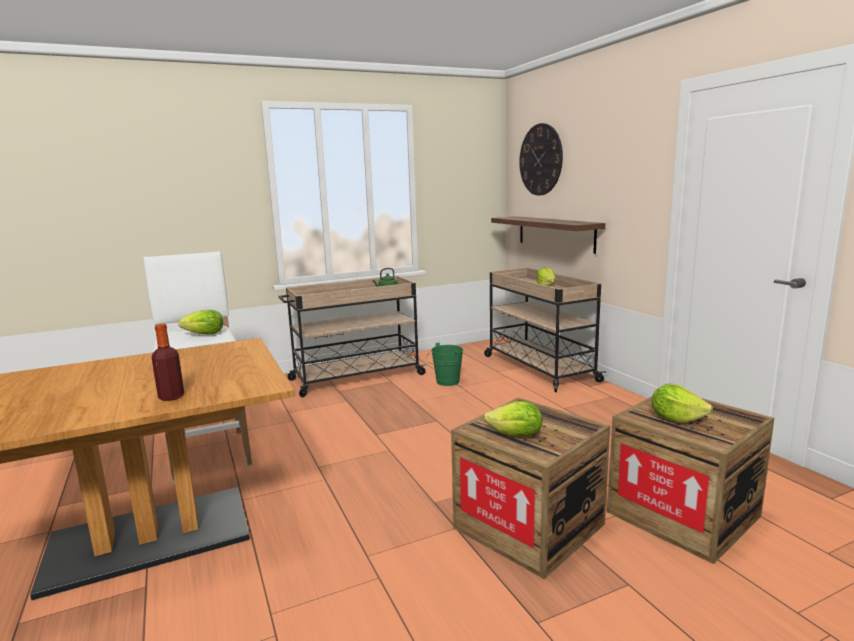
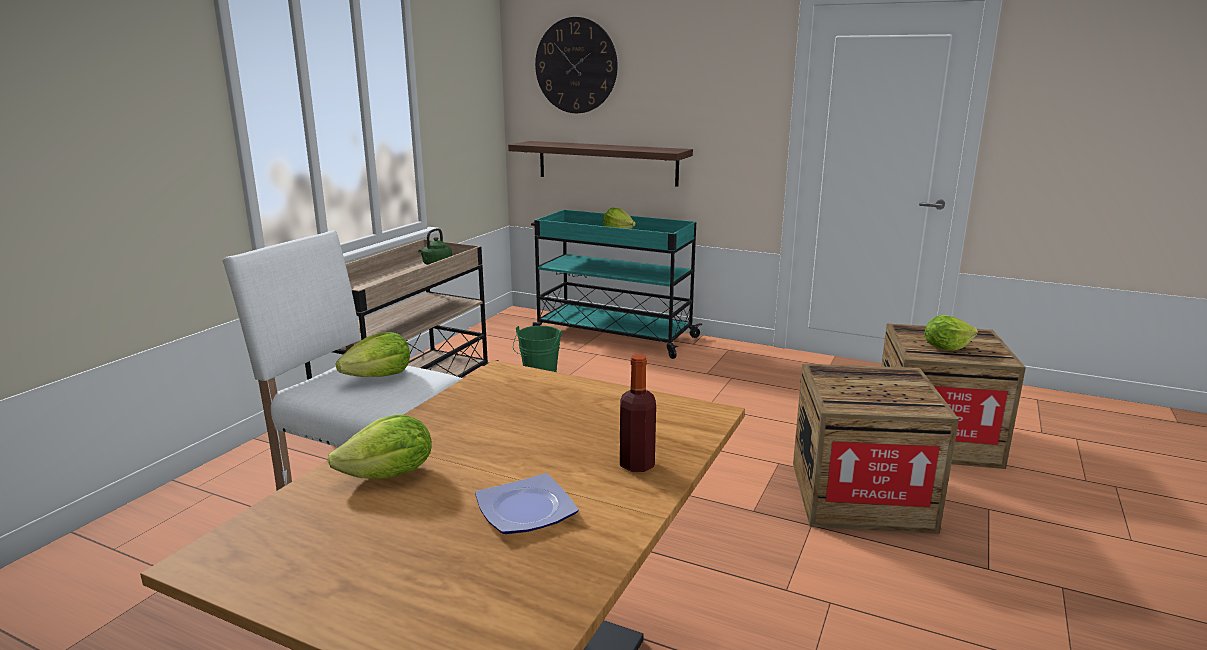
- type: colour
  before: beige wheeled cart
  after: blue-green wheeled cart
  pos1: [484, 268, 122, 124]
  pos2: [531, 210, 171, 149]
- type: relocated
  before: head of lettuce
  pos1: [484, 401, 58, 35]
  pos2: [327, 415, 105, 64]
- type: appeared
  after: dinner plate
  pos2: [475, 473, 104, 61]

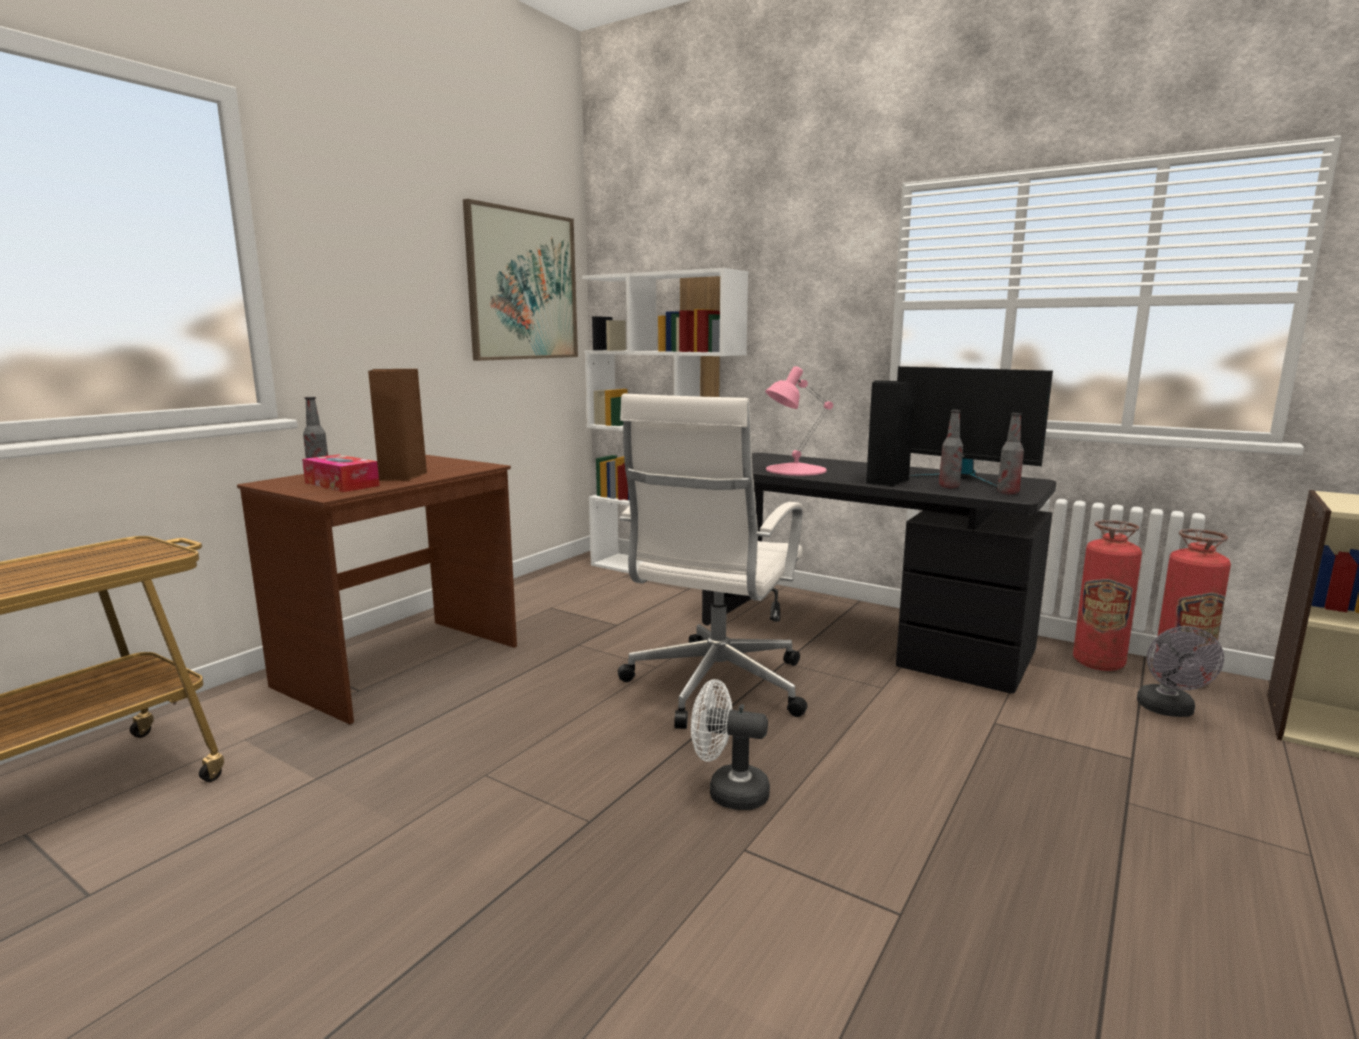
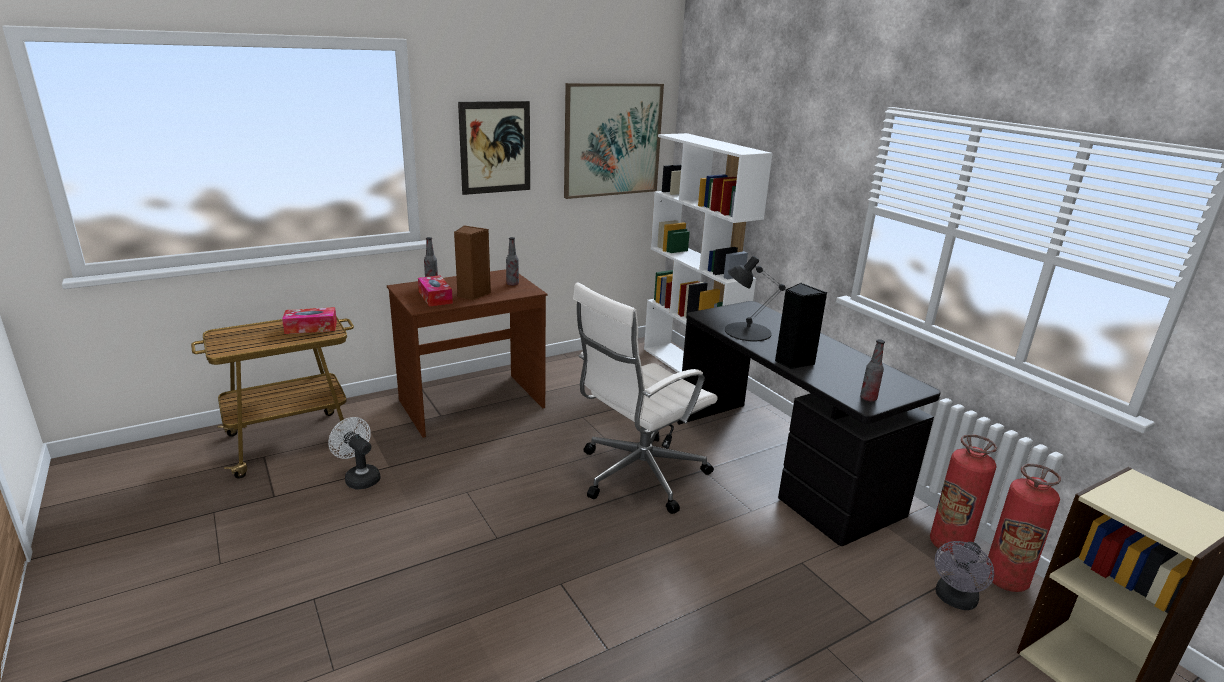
- type: relocated
  before: white electric fan
  pos1: [691, 679, 79, 131]
  pos2: [328, 417, 53, 72]
- type: colour
  before: pinkish lamp for a table
  after: black lamp for a table
  pos1: [765, 366, 68, 110]
  pos2: [725, 256, 61, 85]
- type: missing
  before: monitor
  pos1: [897, 366, 156, 122]
- type: relocated
  before: beverage bottle
  pos1: [939, 410, 24, 78]
  pos2: [506, 237, 13, 49]
- type: appeared
  after: tissue holder
  pos2: [282, 307, 55, 27]
- type: appeared
  after: wall picture
  pos2: [458, 101, 72, 94]

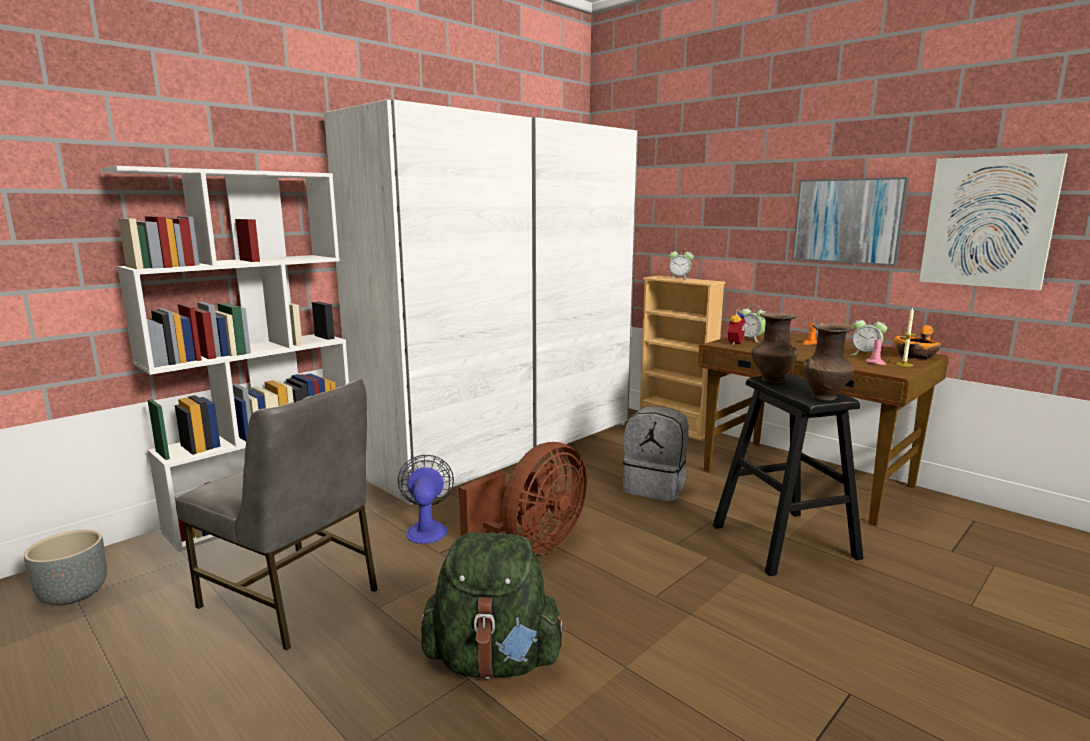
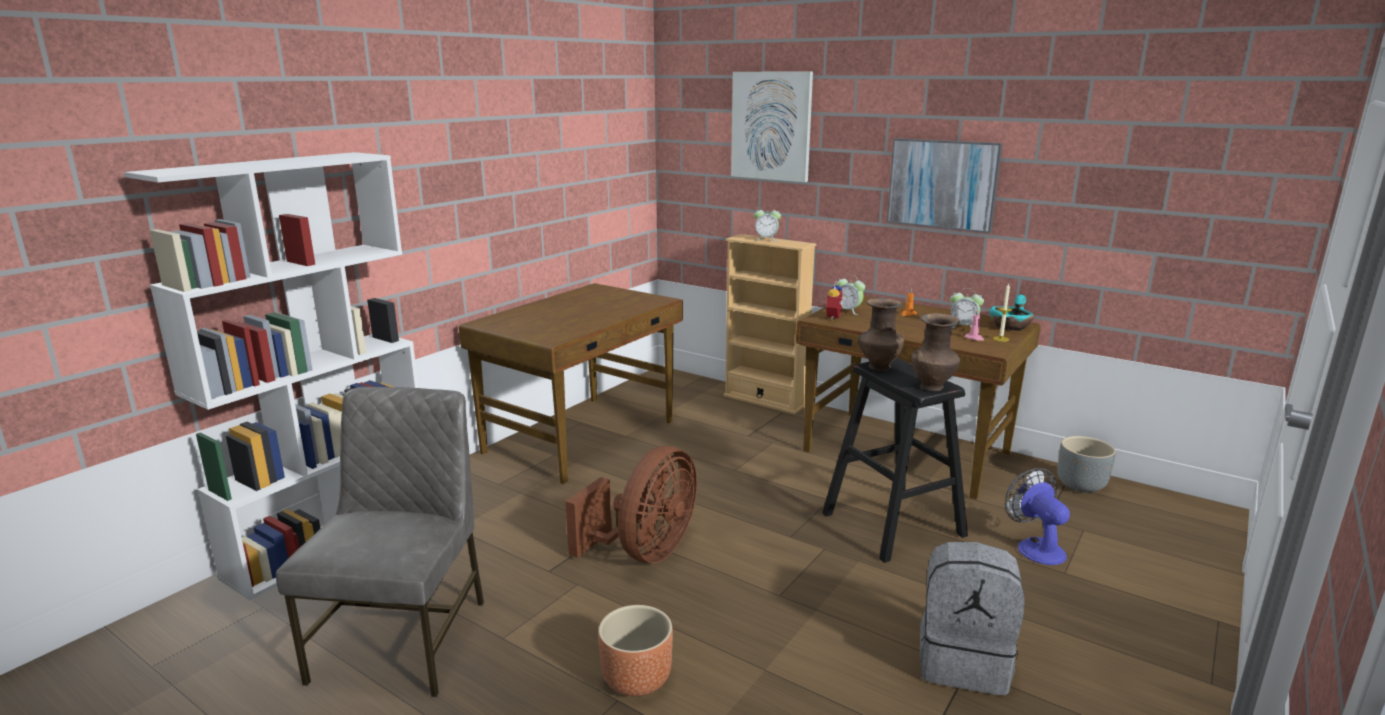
- type: relocated
  before: gray plant pot
  pos1: [24, 530, 83, 75]
  pos2: [1057, 436, 59, 56]
- type: spun
  before: gray plain chair
  pos1: [176, 378, 202, 272]
  pos2: [276, 387, 208, 310]
  turn: -105
- type: exchanged
  before: white wardrobe
  after: brown-coloured desk table
  pos1: [324, 99, 314, 406]
  pos2: [459, 283, 224, 201]
- type: relocated
  before: electric fan
  pos1: [398, 455, 56, 89]
  pos2: [1005, 468, 65, 97]
- type: exchanged
  before: greenish rucksack
  after: brown-coloured plant pot
  pos1: [421, 533, 145, 146]
  pos2: [598, 605, 75, 92]
- type: relocated
  before: gray rucksack
  pos1: [623, 406, 66, 96]
  pos2: [920, 542, 105, 154]
- type: colour
  before: orange serving bowl
  after: blue-green serving bowl
  pos1: [894, 325, 47, 34]
  pos2: [990, 294, 44, 37]
- type: relocated
  before: wall picture
  pos1: [919, 153, 149, 138]
  pos2: [731, 72, 82, 110]

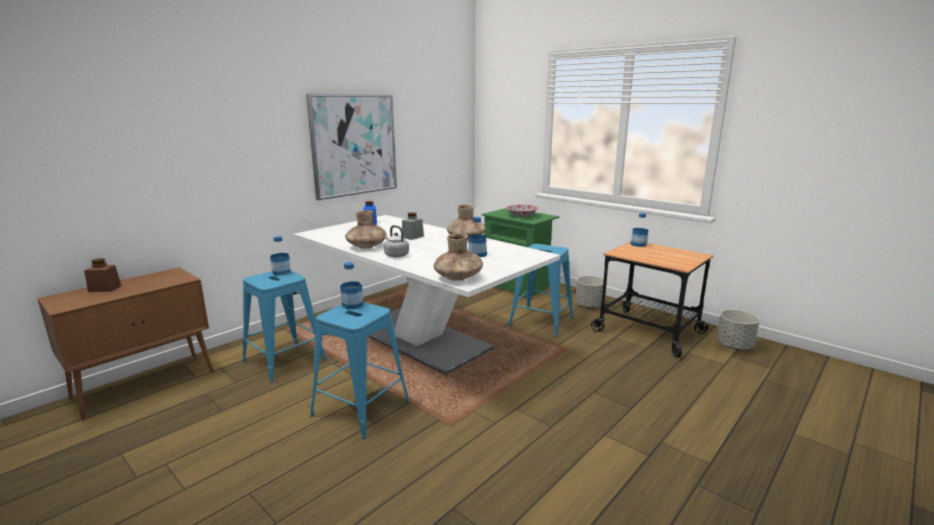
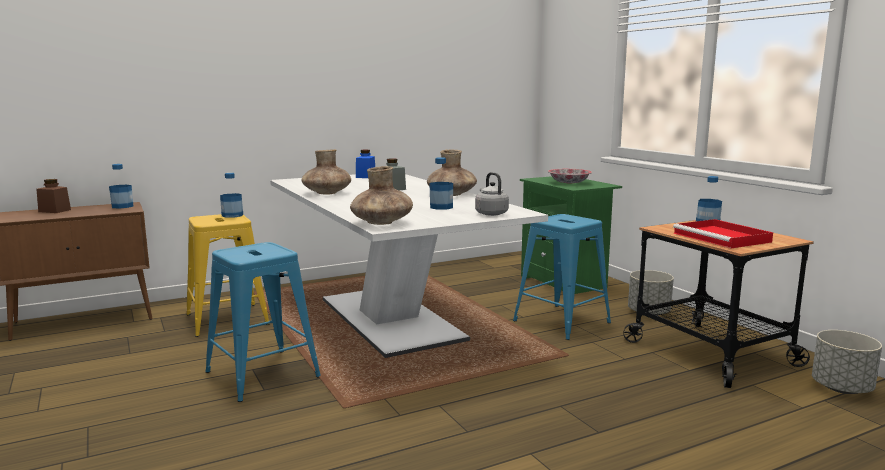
- type: colour
  before: blue stool seat
  after: yellow-coloured stool seat
  pos1: [243, 271, 83, 111]
  pos2: [186, 214, 84, 123]
- type: missing
  before: wall picture
  pos1: [306, 94, 91, 106]
- type: relocated
  before: beverage bottle
  pos1: [340, 262, 24, 47]
  pos2: [109, 164, 24, 45]
- type: relocated
  before: gray water kettle
  pos1: [384, 225, 25, 32]
  pos2: [475, 172, 34, 44]
- type: appeared
  after: red carrying tray
  pos2: [673, 219, 100, 30]

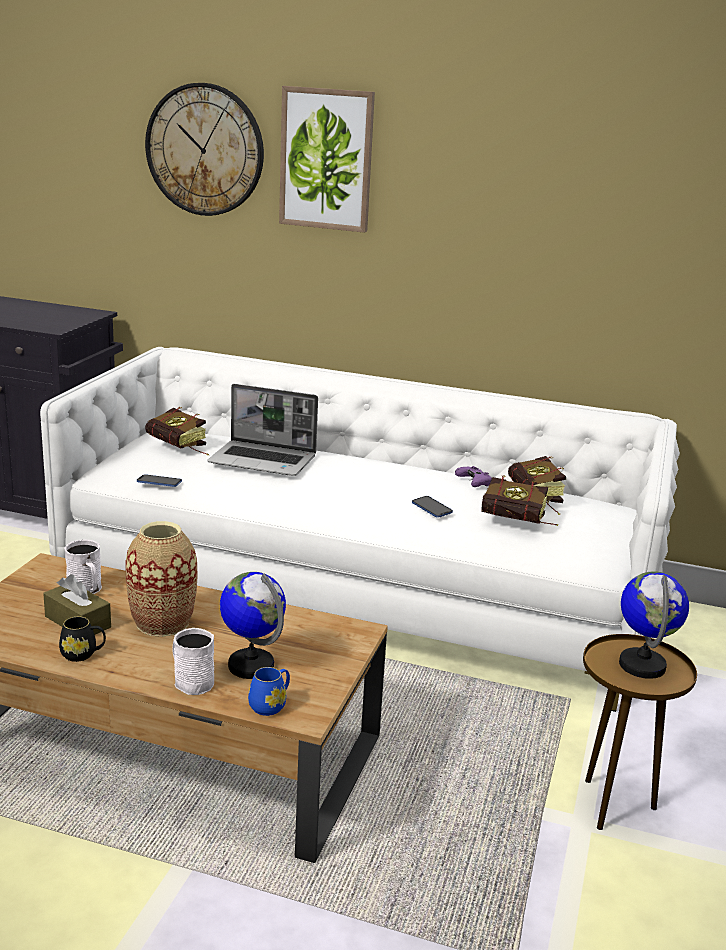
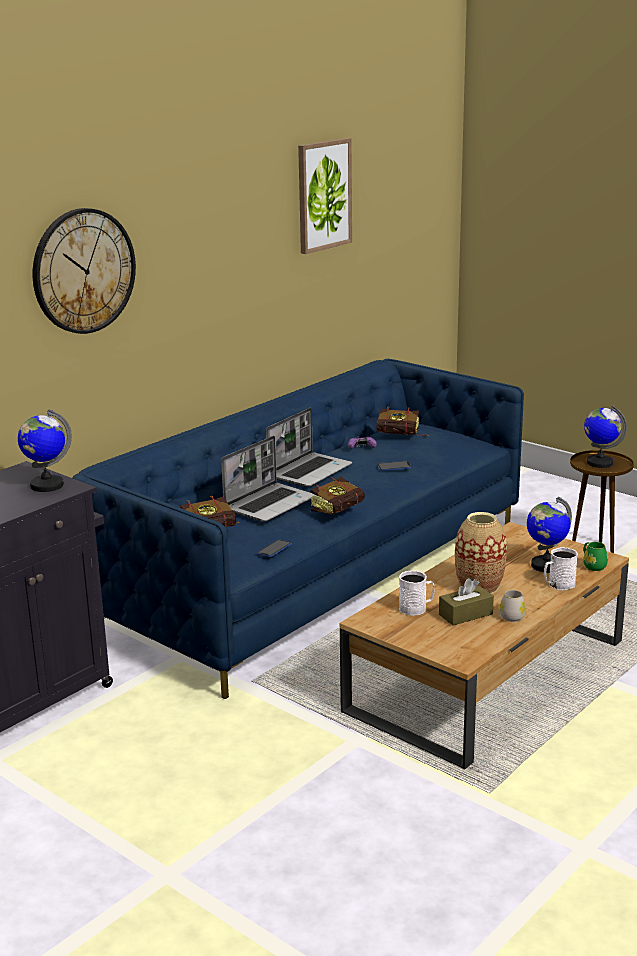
- type: colour
  before: white settee
  after: blue settee
  pos1: [40, 347, 640, 365]
  pos2: [72, 359, 452, 340]
- type: colour
  before: black coffee mug
  after: white coffee mug
  pos1: [59, 617, 47, 45]
  pos2: [500, 590, 26, 32]
- type: colour
  before: blue coffee mug
  after: greenish coffee mug
  pos1: [248, 667, 42, 49]
  pos2: [583, 542, 25, 29]
- type: relocated
  before: wall picture
  pos1: [279, 86, 96, 147]
  pos2: [298, 138, 54, 116]
- type: relocated
  before: bound book
  pos1: [481, 475, 77, 51]
  pos2: [310, 477, 55, 38]
- type: appeared
  after: desk globe
  pos2: [18, 409, 54, 83]
- type: appeared
  after: notebook computer
  pos2: [266, 407, 86, 80]

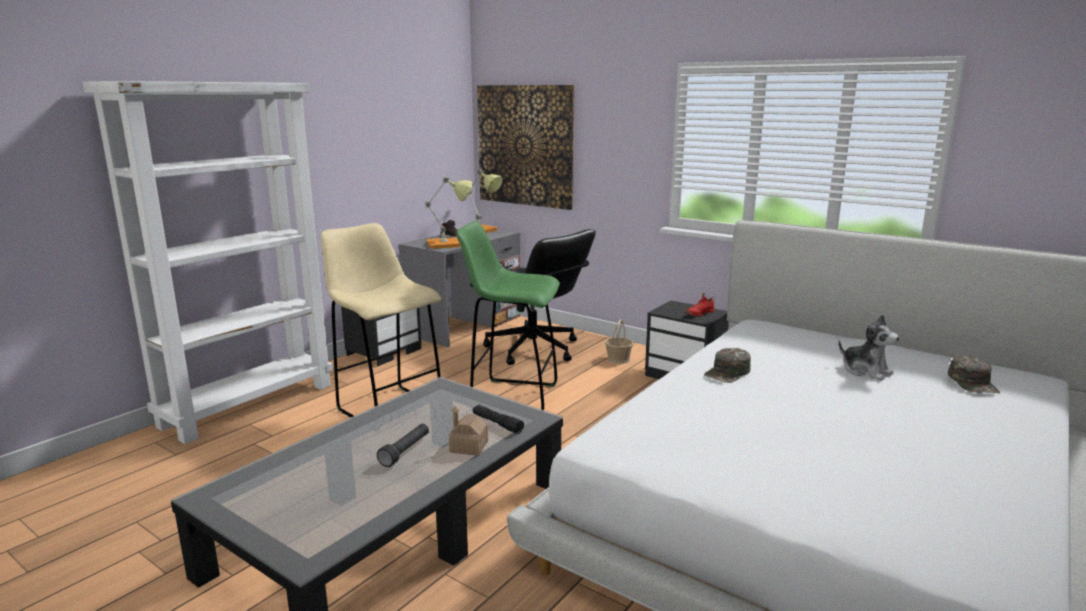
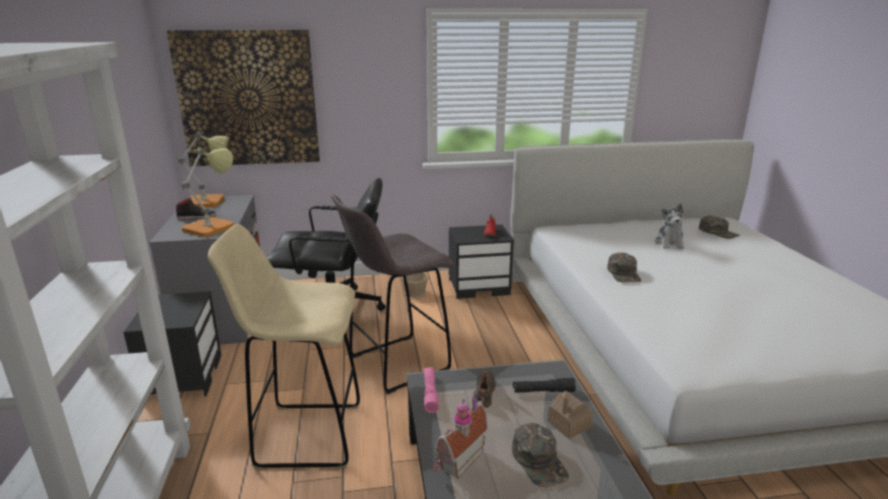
- type: exchanged
  before: black torch
  after: greenish cap
  pos1: [377, 424, 52, 43]
  pos2: [512, 423, 57, 64]
- type: colour
  before: greenish stool seat
  after: gray stool seat
  pos1: [456, 221, 104, 189]
  pos2: [331, 194, 124, 200]
- type: spun
  before: soft toy
  pos1: [838, 314, 61, 67]
  pos2: [655, 203, 29, 46]
  turn: 90
- type: appeared
  after: pinkish torch
  pos2: [424, 367, 15, 46]
- type: appeared
  after: miniature house
  pos2: [433, 391, 55, 88]
- type: appeared
  after: black item of footwear
  pos2: [476, 369, 20, 39]

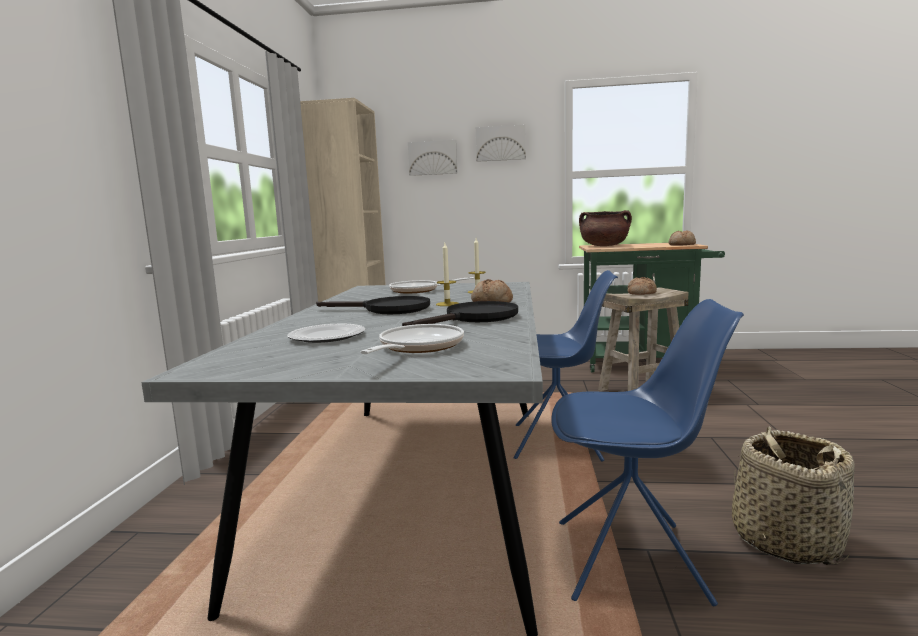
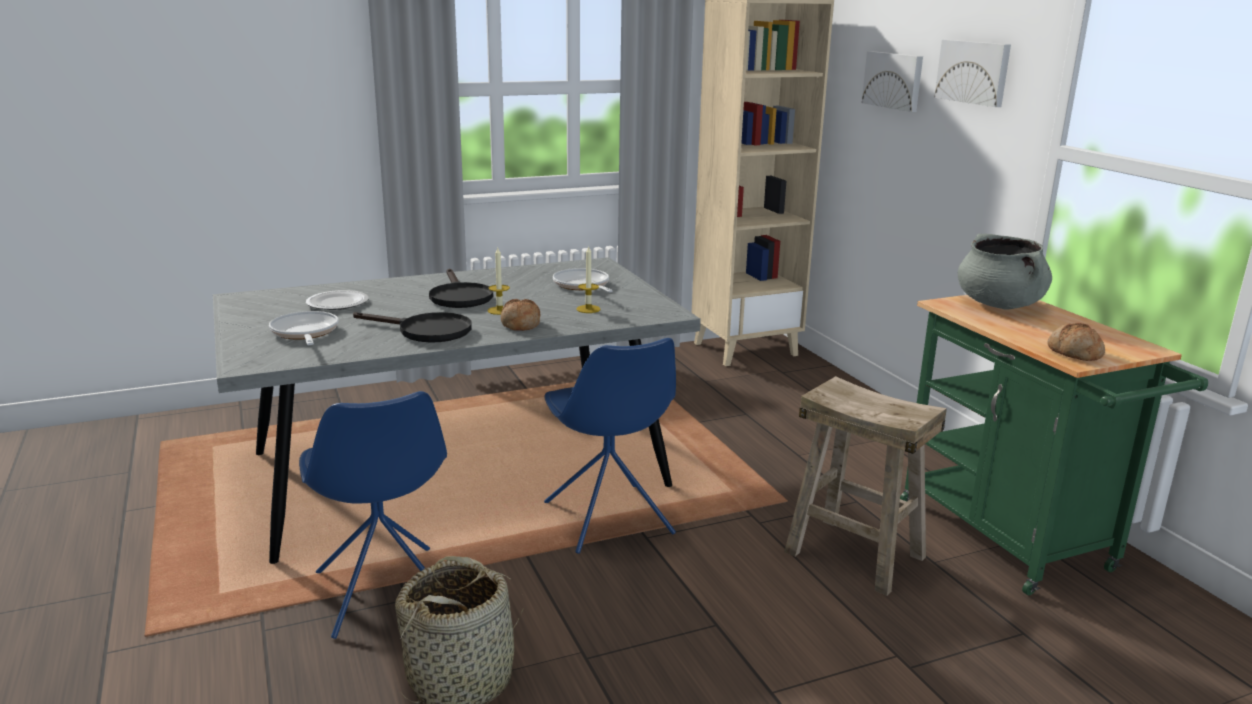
- type: spun
  before: pan
  pos1: [360, 324, 104, 30]
  pos2: [269, 311, 69, 34]
  turn: -105
- type: colour
  before: brown-coloured stockpot
  after: gray stockpot
  pos1: [579, 210, 53, 36]
  pos2: [958, 234, 94, 76]
- type: missing
  before: bakery bread
  pos1: [627, 277, 30, 18]

